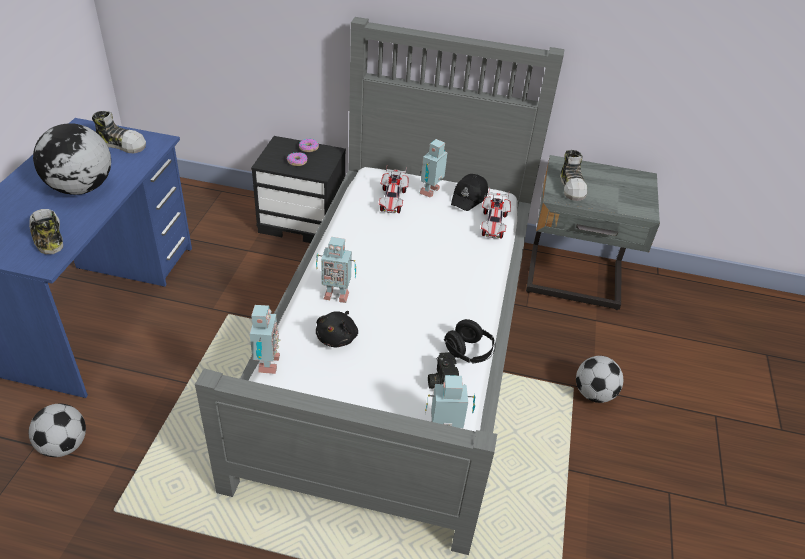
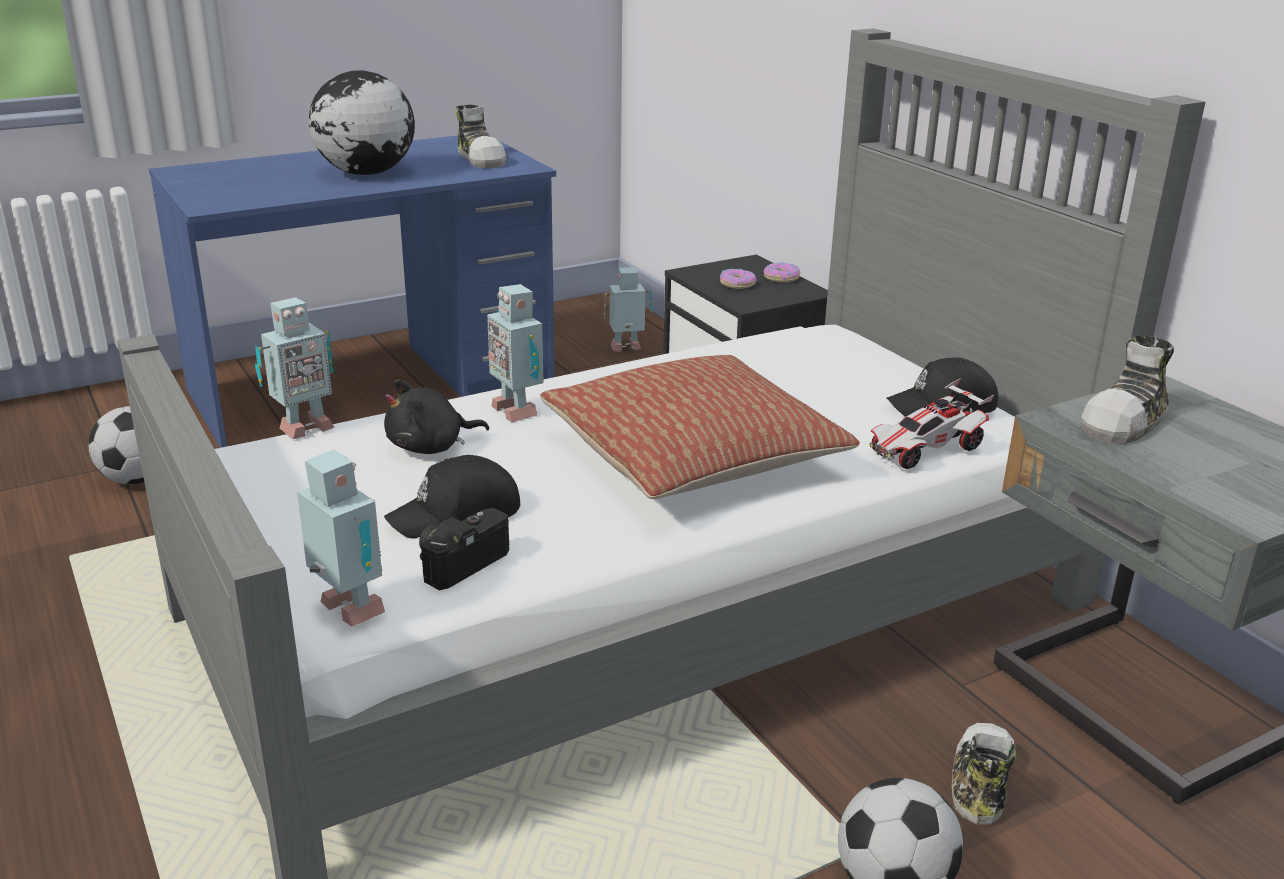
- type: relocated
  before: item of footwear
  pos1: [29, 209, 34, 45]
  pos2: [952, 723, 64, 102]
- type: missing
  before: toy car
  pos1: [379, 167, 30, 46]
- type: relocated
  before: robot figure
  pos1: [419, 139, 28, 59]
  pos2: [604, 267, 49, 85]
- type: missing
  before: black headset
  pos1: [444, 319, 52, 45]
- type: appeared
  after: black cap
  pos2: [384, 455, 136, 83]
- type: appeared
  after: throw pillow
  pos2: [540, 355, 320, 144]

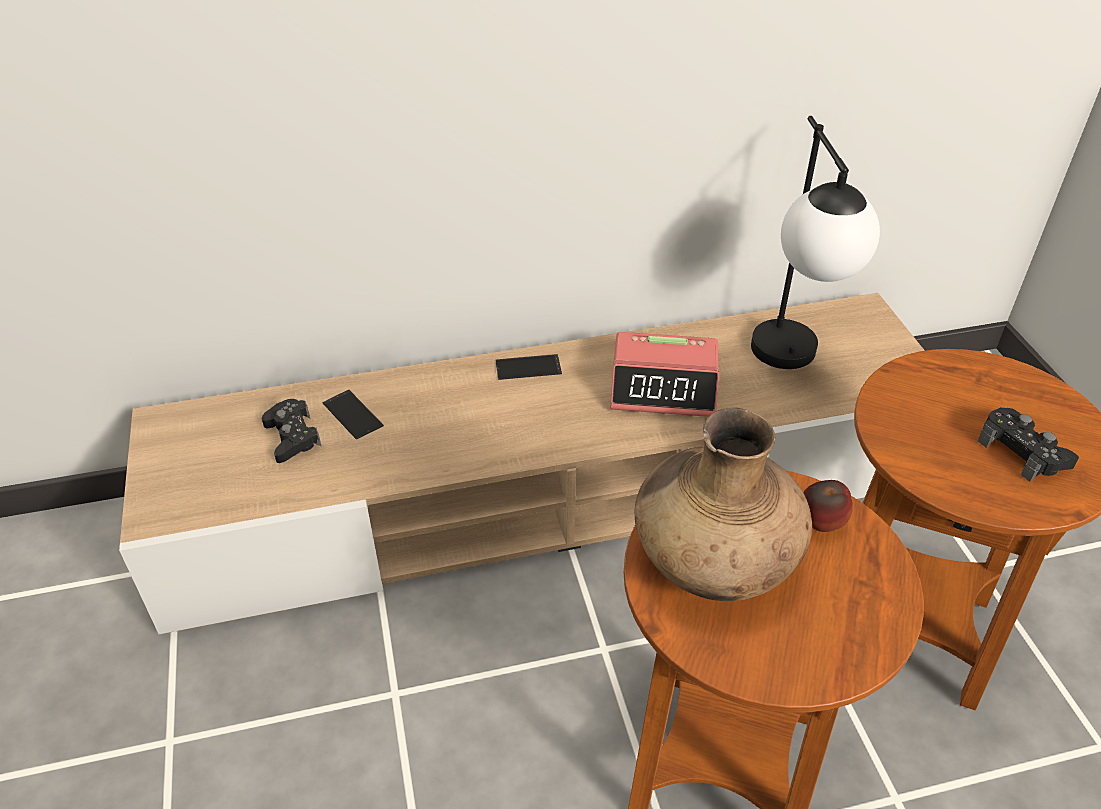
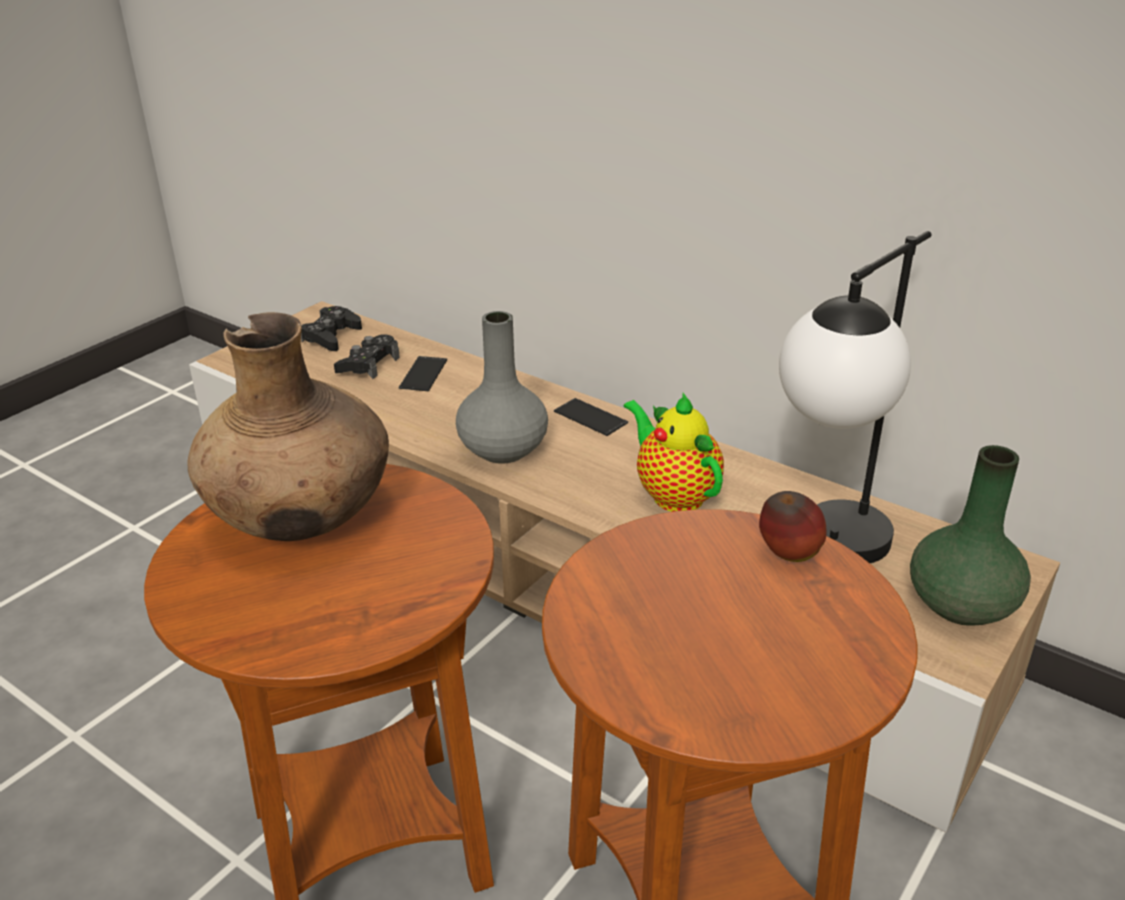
- type: exchanged
  before: table clock
  after: pot for tea
  pos1: [610, 332, 110, 85]
  pos2: [624, 393, 100, 119]
- type: relocated
  before: whole apple
  pos1: [804, 480, 49, 52]
  pos2: [759, 491, 67, 71]
- type: relocated
  before: black gamepad
  pos1: [978, 407, 101, 75]
  pos2: [301, 306, 61, 45]
- type: appeared
  after: gray decorative vase
  pos2: [456, 311, 92, 153]
- type: appeared
  after: greenish decorative vase
  pos2: [910, 445, 121, 181]

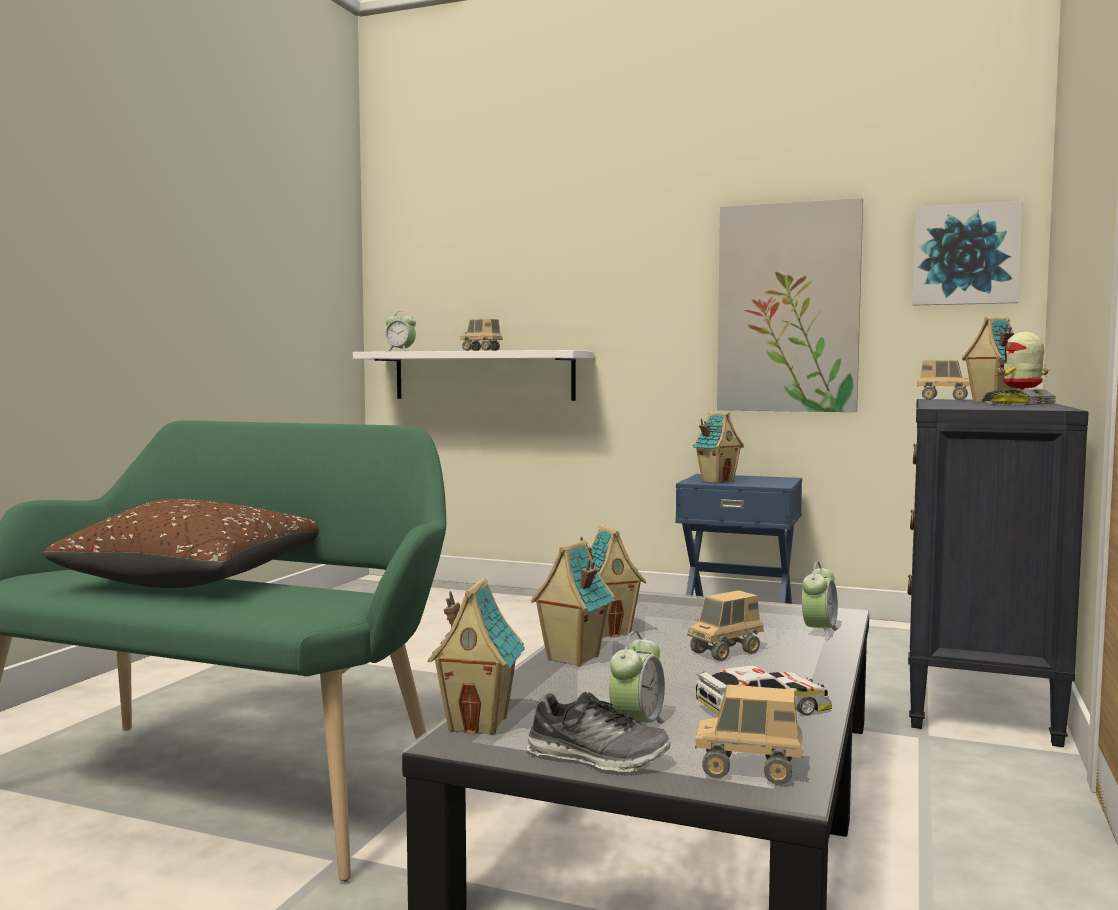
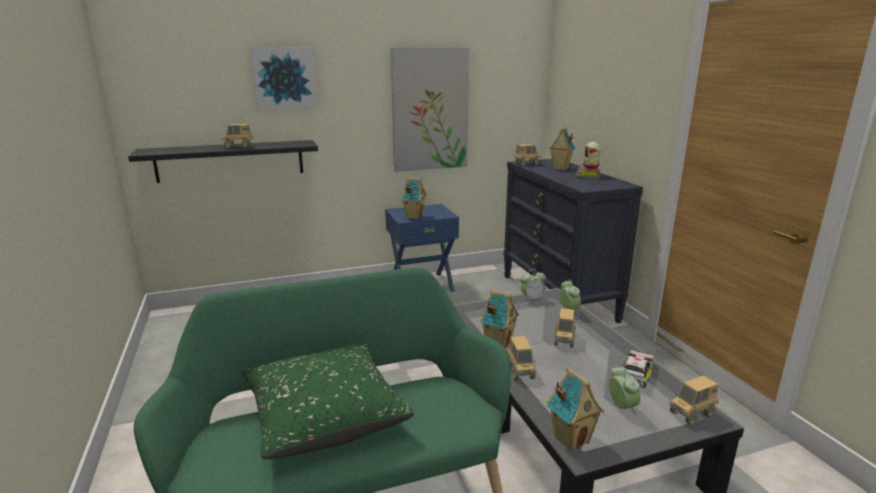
- type: colour
  before: brown-coloured throw pillow
  after: greenish throw pillow
  pos1: [44, 499, 275, 89]
  pos2: [242, 343, 172, 117]
- type: colour
  before: white bracket shelf
  after: black bracket shelf
  pos1: [353, 350, 240, 51]
  pos2: [128, 140, 190, 43]
- type: relocated
  before: table clock
  pos1: [385, 311, 31, 40]
  pos2: [521, 269, 25, 35]
- type: missing
  before: item of footwear
  pos1: [526, 692, 145, 80]
- type: exchanged
  before: miniature house
  after: model truck
  pos1: [531, 540, 84, 126]
  pos2: [507, 336, 29, 44]
- type: relocated
  before: wall picture
  pos1: [912, 201, 111, 105]
  pos2: [251, 47, 66, 62]

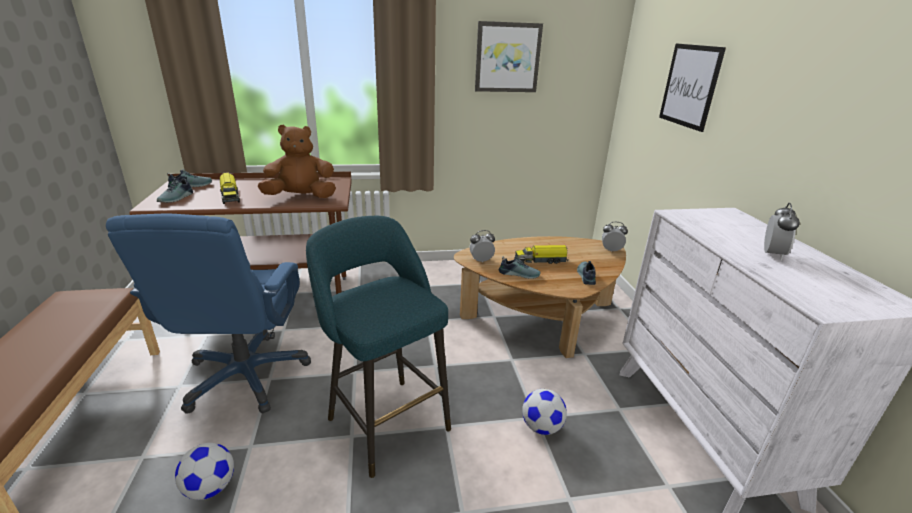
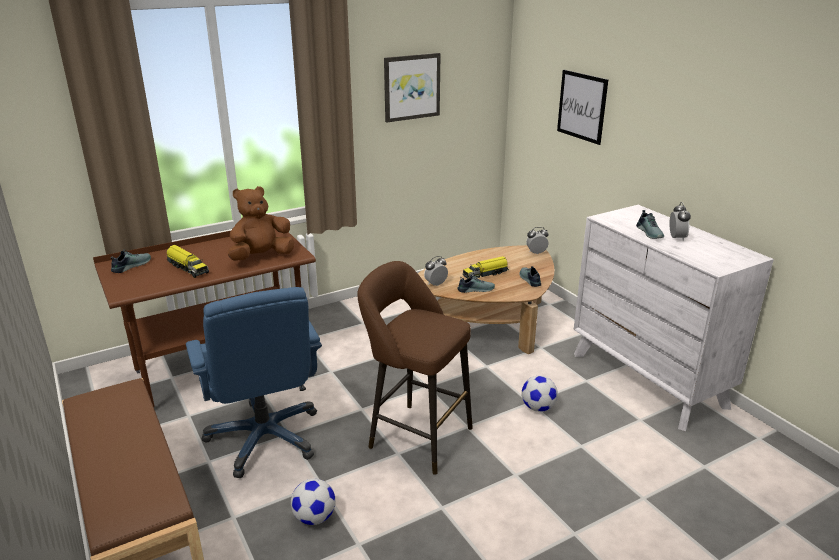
- type: relocated
  before: item of footwear
  pos1: [157, 177, 36, 26]
  pos2: [636, 210, 28, 29]
- type: colour
  before: blue-green stool seat
  after: brown-coloured stool seat
  pos1: [306, 216, 145, 262]
  pos2: [357, 261, 116, 214]

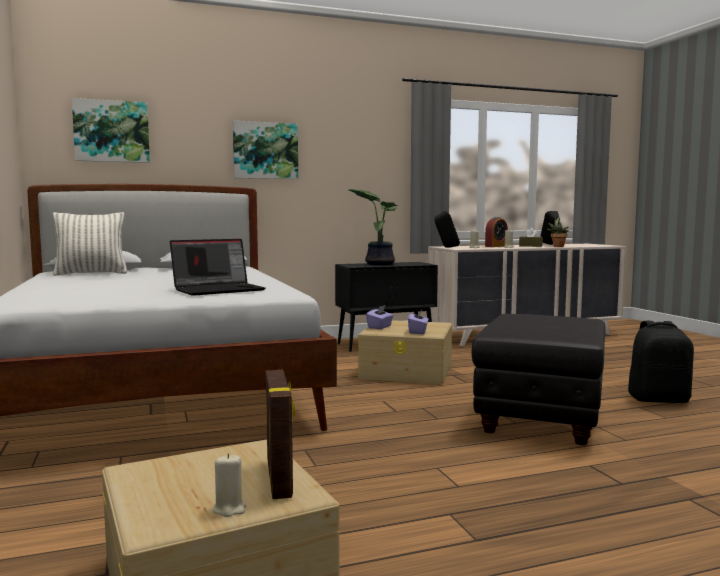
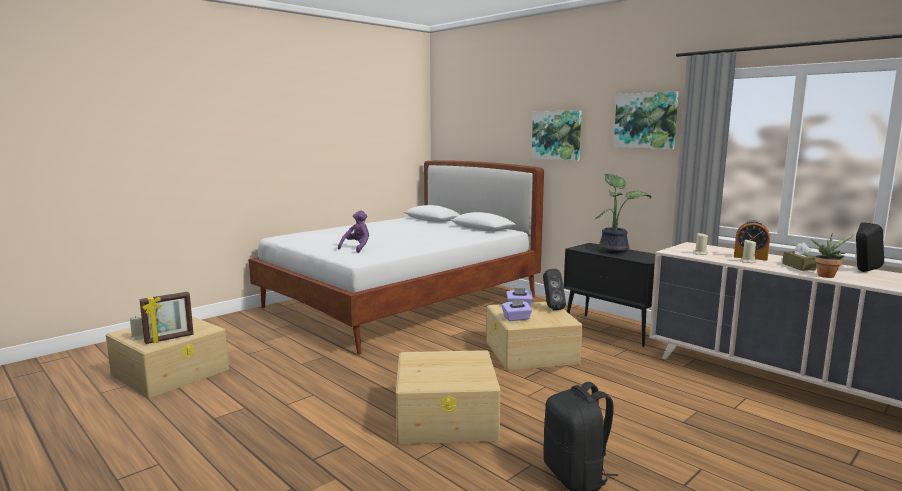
- type: missing
  before: throw pillow
  pos1: [52, 212, 76, 64]
- type: relocated
  before: wall picture
  pos1: [72, 98, 78, 65]
  pos2: [614, 92, 65, 57]
- type: exchanged
  before: notebook computer
  after: purple soft toy
  pos1: [170, 239, 95, 57]
  pos2: [338, 211, 31, 42]
- type: relocated
  before: black audio speaker
  pos1: [434, 211, 26, 37]
  pos2: [543, 269, 23, 41]
- type: exchanged
  before: black pouffe
  after: beige storage container
  pos1: [472, 314, 134, 131]
  pos2: [396, 350, 105, 94]

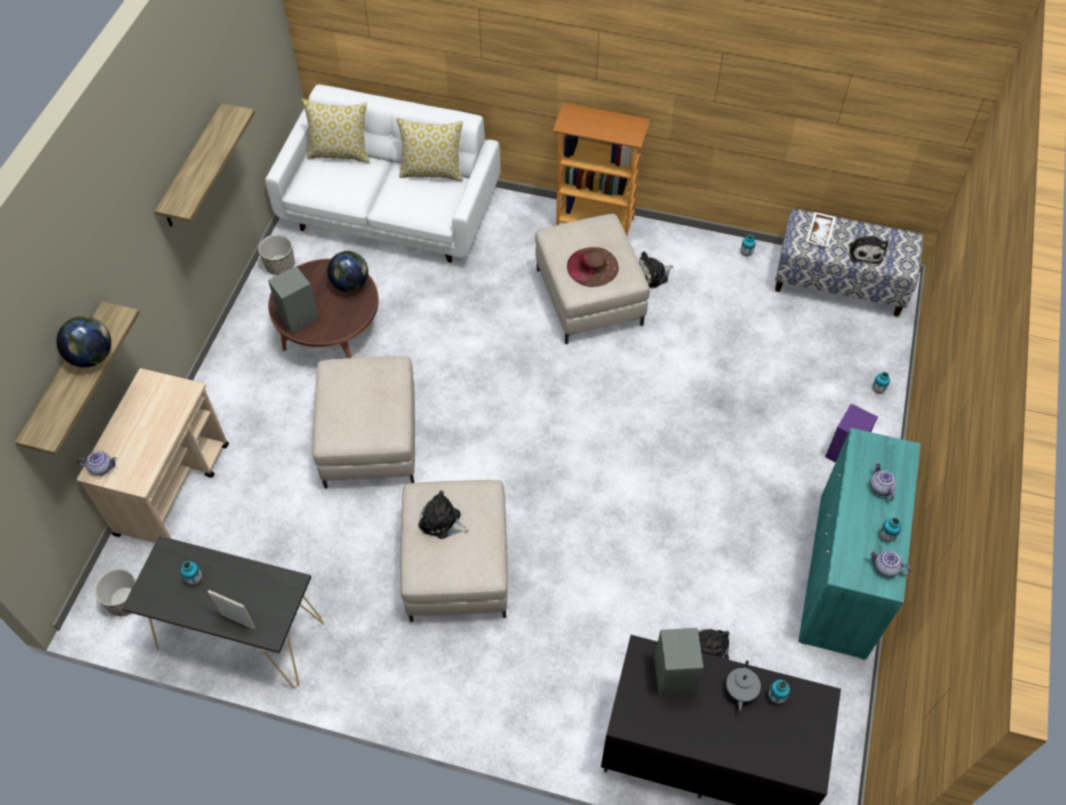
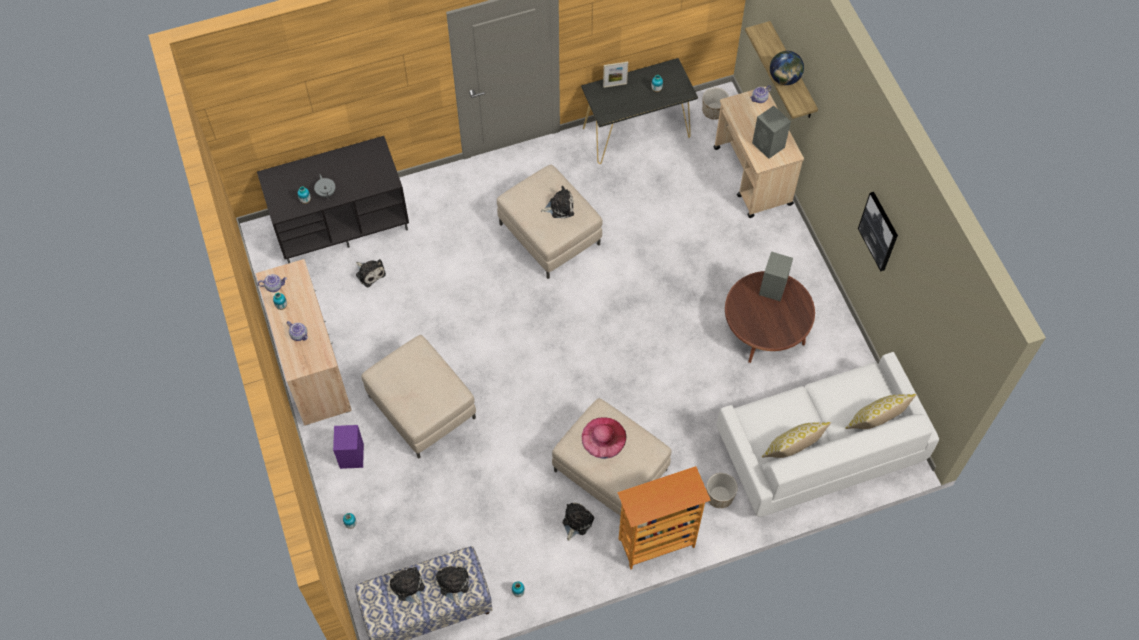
- type: exchanged
  before: bracket shelf
  after: wall picture
  pos1: [155, 103, 100, 124]
  pos2: [858, 192, 40, 79]
- type: relocated
  before: plant pot
  pos1: [258, 235, 37, 40]
  pos2: [707, 473, 31, 35]
- type: relocated
  before: beige pouffe
  pos1: [313, 356, 102, 132]
  pos2: [361, 335, 115, 124]
- type: missing
  before: desk globe
  pos1: [327, 251, 41, 41]
- type: colour
  before: brown-coloured wearable hat
  after: pinkish wearable hat
  pos1: [567, 247, 52, 40]
  pos2: [582, 417, 45, 42]
- type: relocated
  before: gray audio speaker
  pos1: [654, 628, 50, 68]
  pos2: [752, 106, 39, 53]
- type: colour
  before: blue-green cabinet
  after: beige cabinet
  pos1: [798, 428, 123, 232]
  pos2: [255, 259, 97, 167]
- type: exchanged
  before: white carrying tray
  after: soft toy
  pos1: [806, 212, 30, 35]
  pos2: [436, 566, 33, 40]

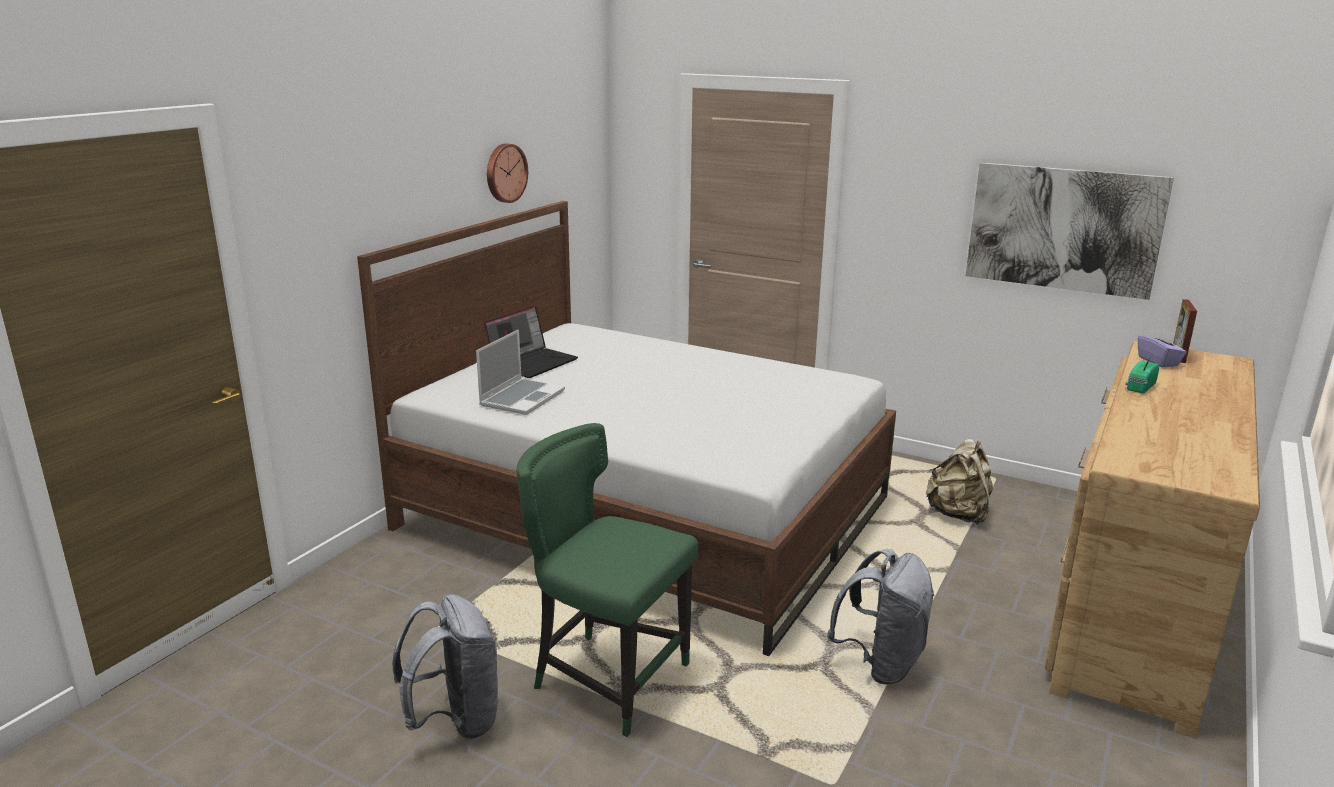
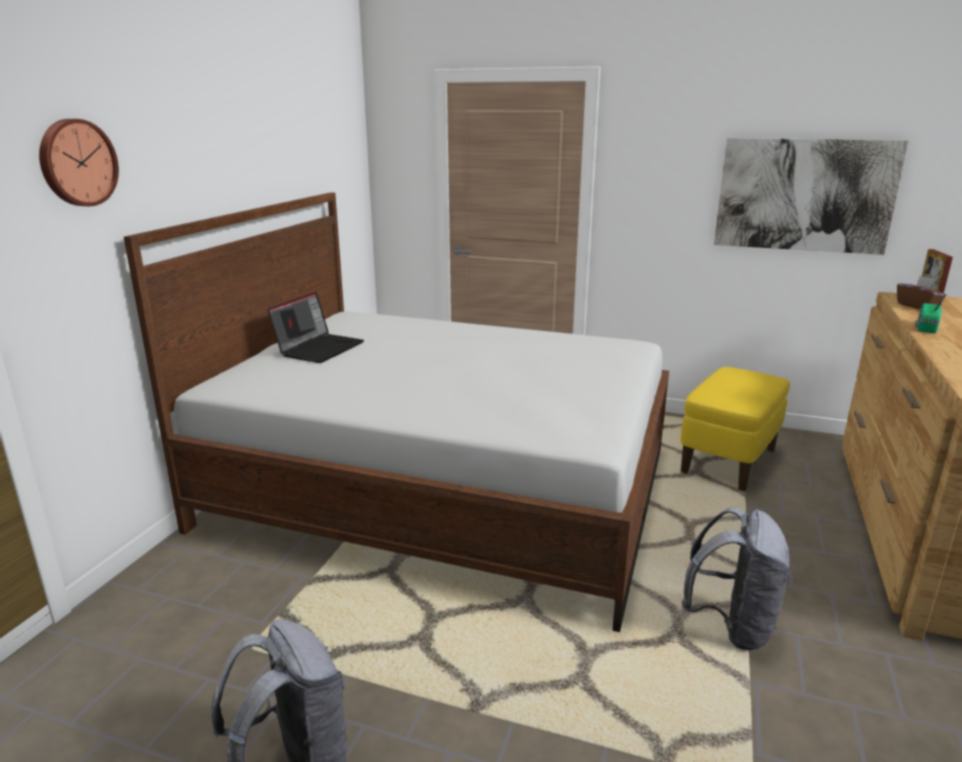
- type: missing
  before: notebook computer
  pos1: [476, 330, 89, 85]
- type: relocated
  before: clock on the wall
  pos1: [487, 144, 41, 59]
  pos2: [39, 119, 80, 87]
- type: missing
  before: greenish plain chair
  pos1: [516, 423, 183, 314]
- type: exchanged
  before: beige rucksack
  after: yellow-coloured pouffe
  pos1: [926, 439, 67, 86]
  pos2: [681, 367, 109, 124]
- type: colour
  before: purple tissue holder
  after: brown-coloured tissue holder
  pos1: [1138, 329, 49, 39]
  pos2: [897, 276, 49, 33]

